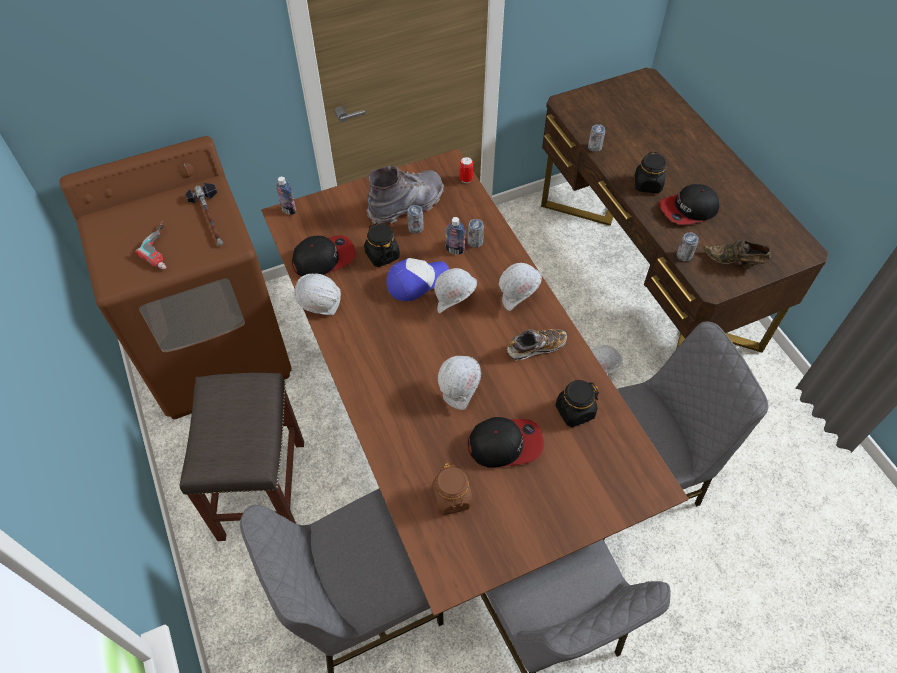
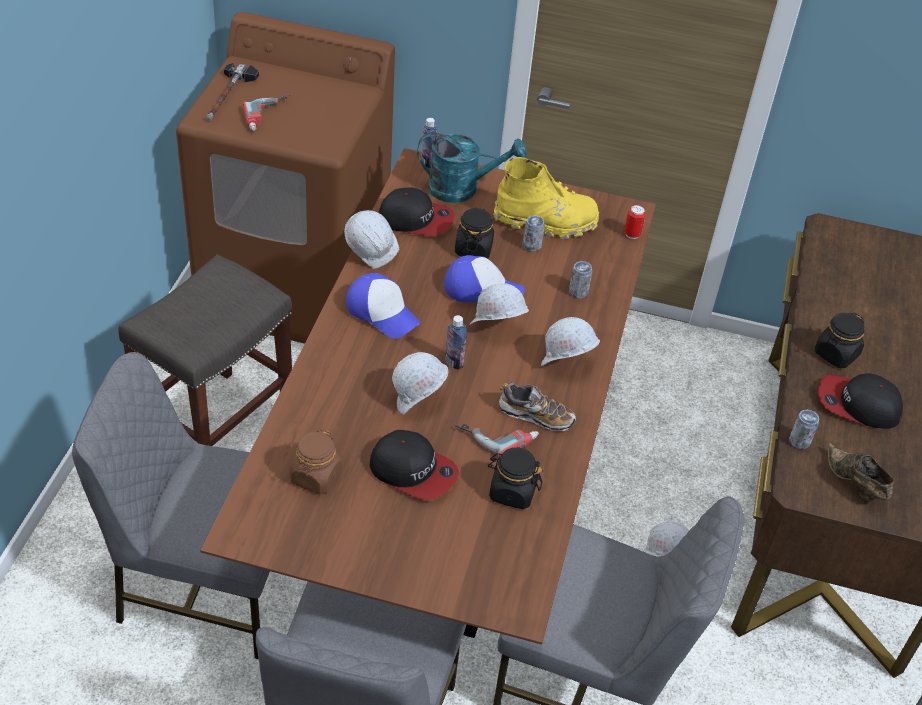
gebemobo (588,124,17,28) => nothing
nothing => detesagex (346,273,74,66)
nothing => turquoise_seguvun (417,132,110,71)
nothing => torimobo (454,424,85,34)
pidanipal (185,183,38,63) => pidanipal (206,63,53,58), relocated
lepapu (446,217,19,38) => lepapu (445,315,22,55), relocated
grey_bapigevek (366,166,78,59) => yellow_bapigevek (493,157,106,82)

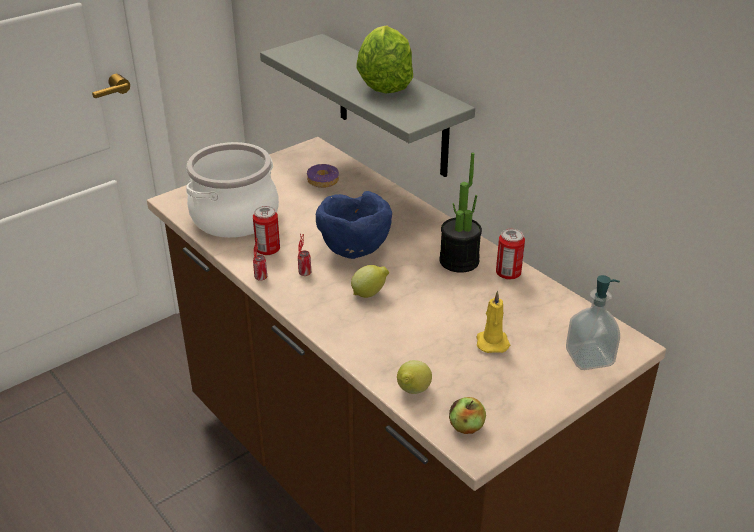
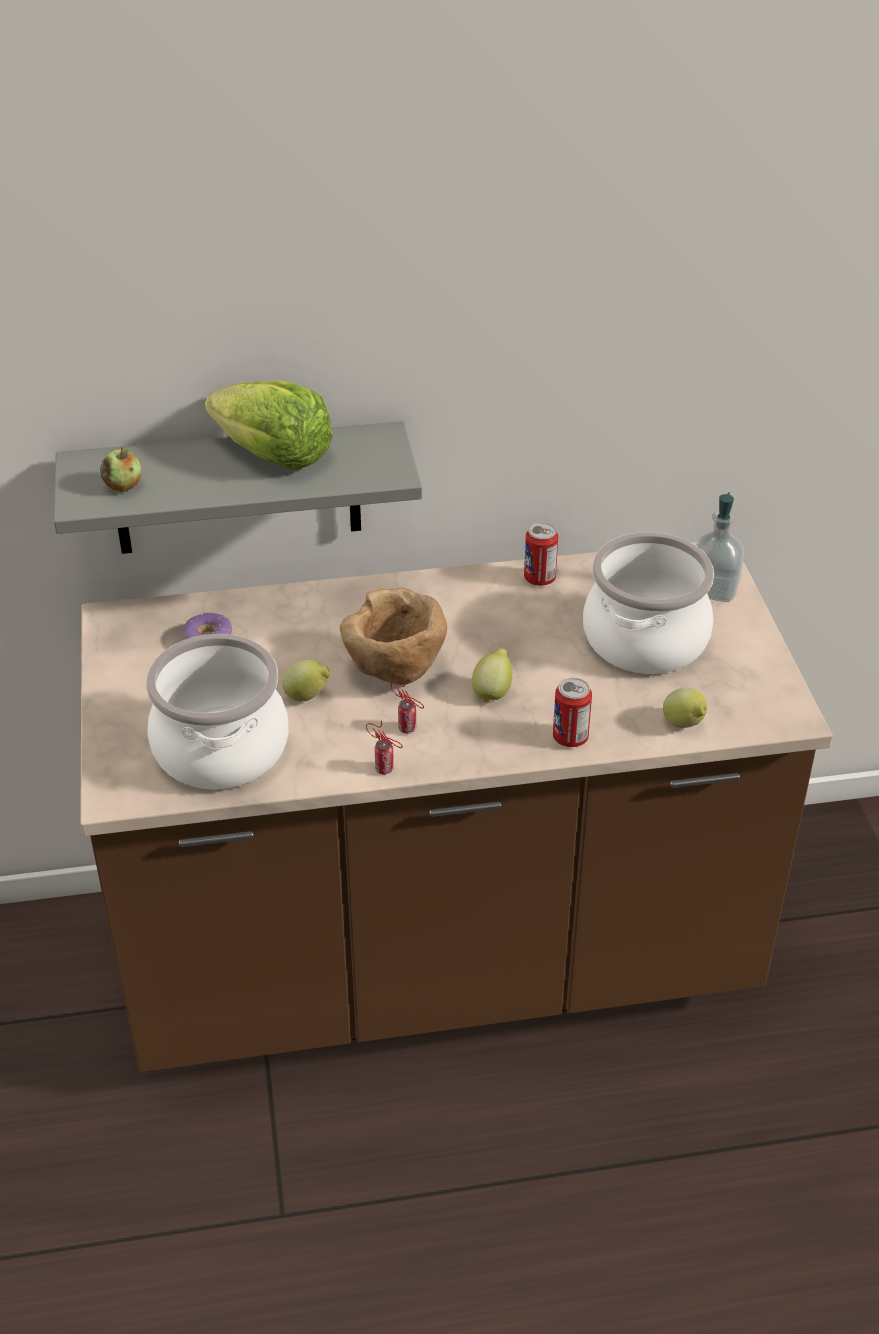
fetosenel (439,152,43,121) => nothing
nothing => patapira (282,659,49,42)
gebemobo (253,206,27,49) => gebemobo (553,678,39,69), relocated
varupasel (449,397,37,37) => varupasel (100,447,41,45), relocated
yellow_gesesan (476,290,34,63) => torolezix (583,532,131,142)
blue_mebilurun (316,191,76,68) => brown_mebilurun (340,588,107,97)

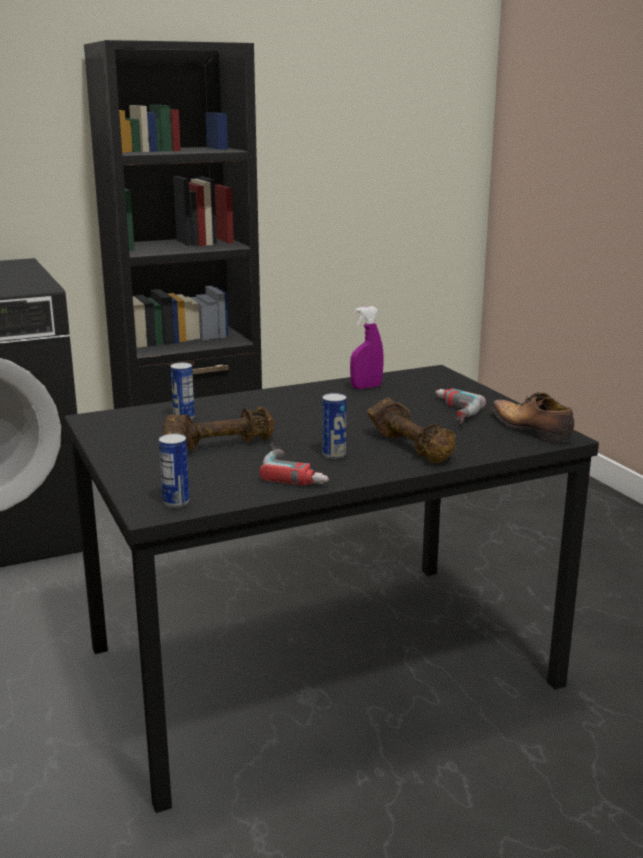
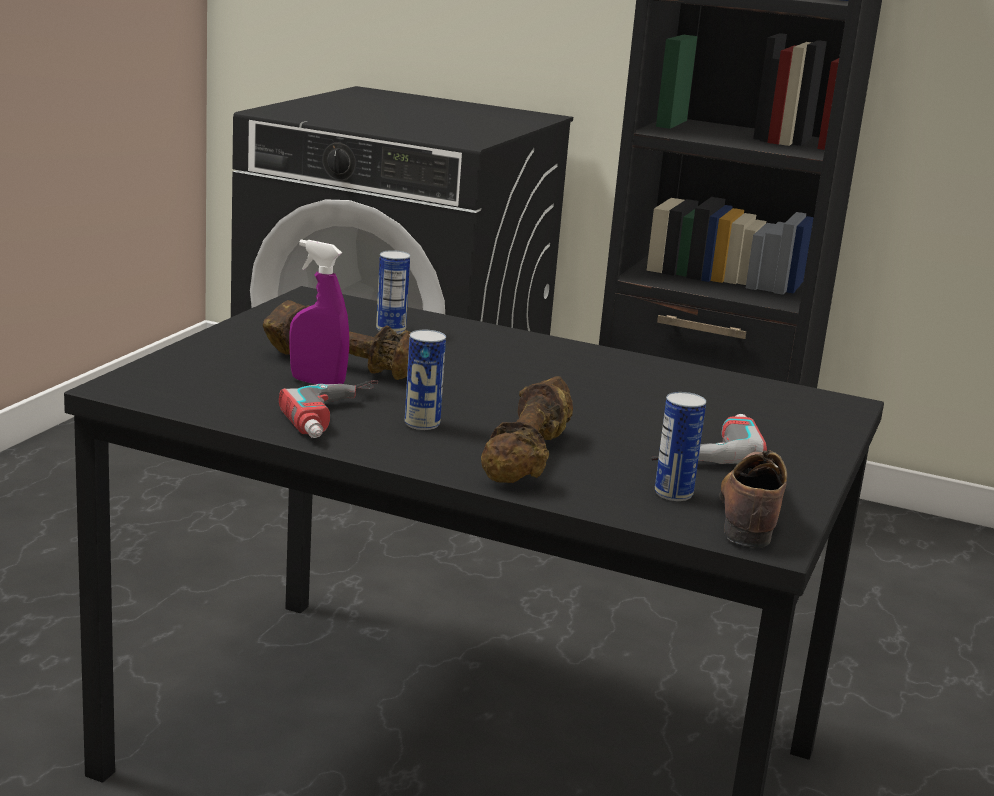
gebemobo (159,433,31,75) => gebemobo (655,392,51,109), relocated
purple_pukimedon (350,306,34,83) => purple_pukimedon (289,239,60,145), relocated

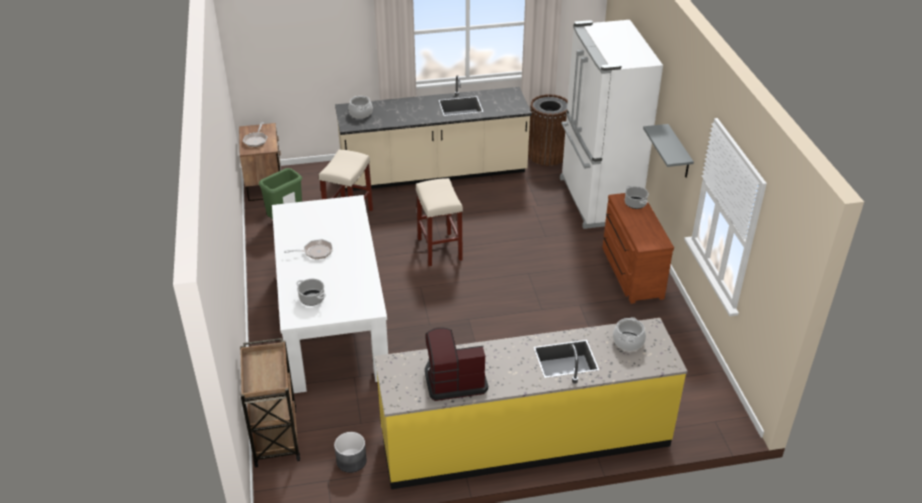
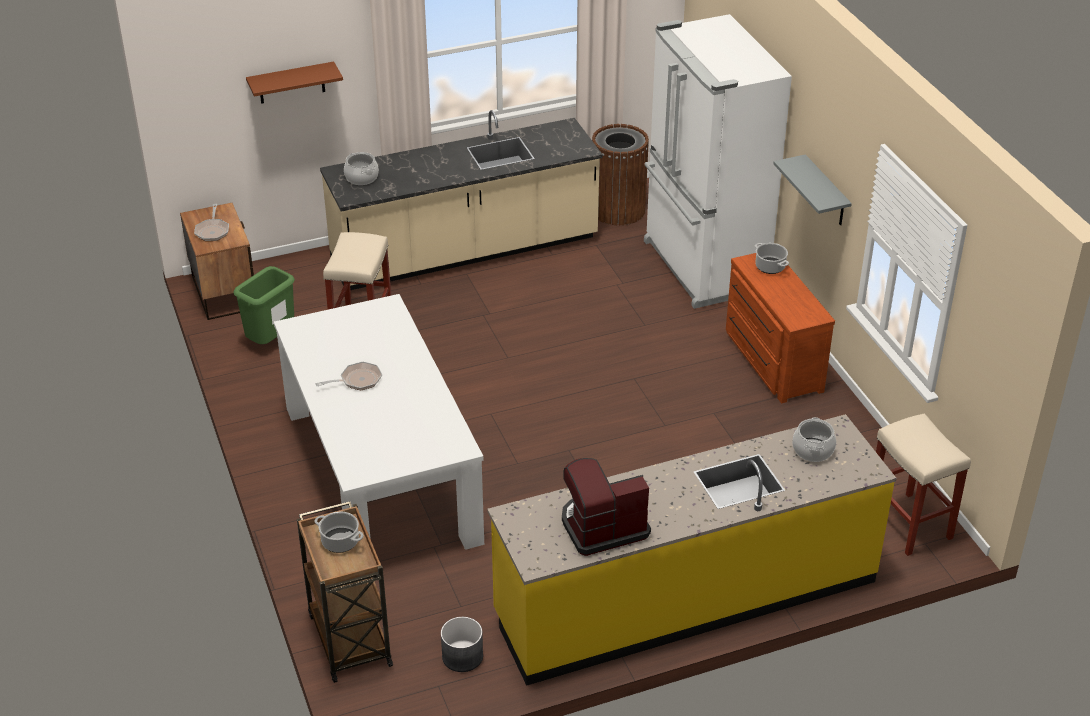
nothing => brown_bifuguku (246,62,97,42)
torolezix (296,279,30,27) => torolezix (314,512,50,41), relocated
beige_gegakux (415,178,48,88) => beige_gegakux (876,413,95,143), relocated

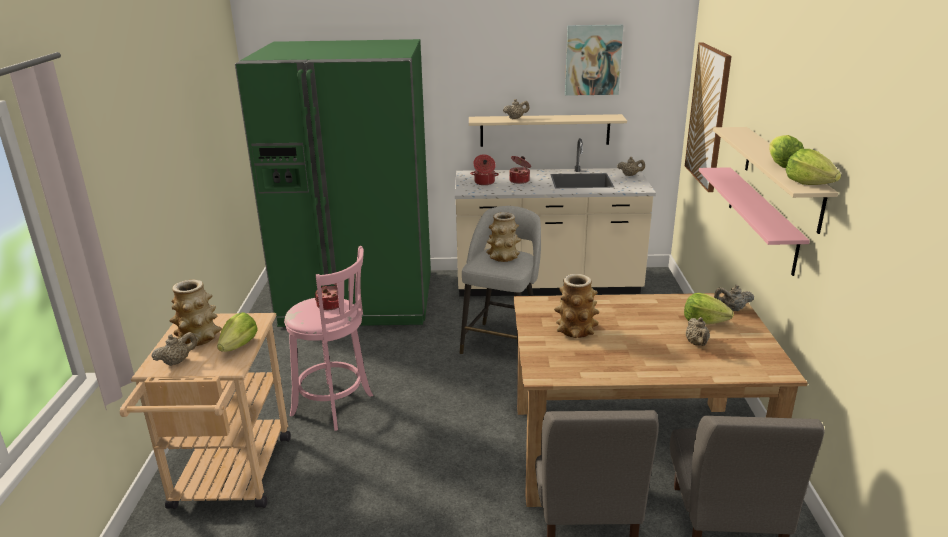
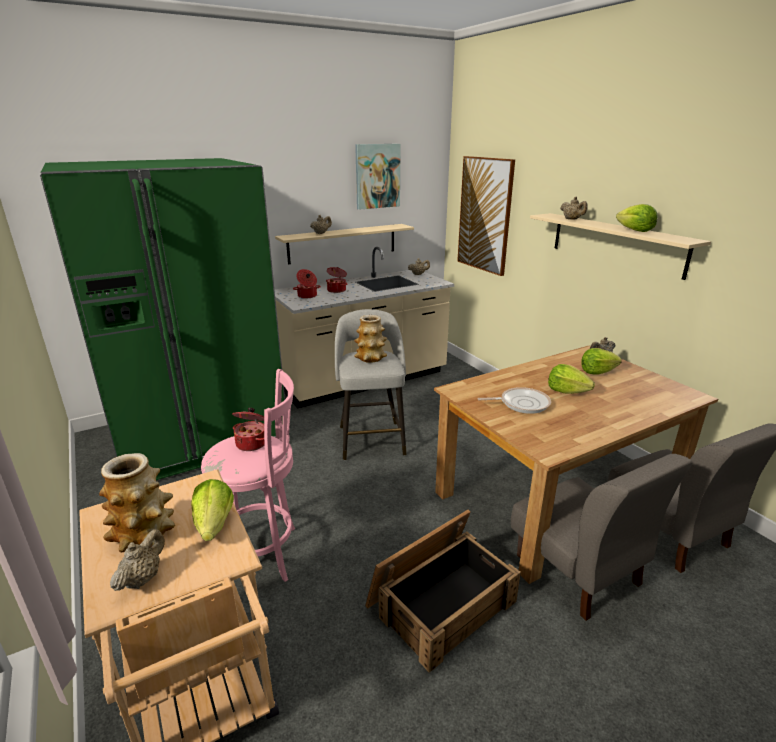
pink_bifuguku (699,167,111,109) => nothing
nothing => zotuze (365,509,156,164)
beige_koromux (686,317,24,29) => beige_koromux (560,197,28,23), relocated
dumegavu (786,149,55,36) => dumegavu (548,364,47,30), relocated
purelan (554,274,45,64) => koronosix (478,387,73,27)

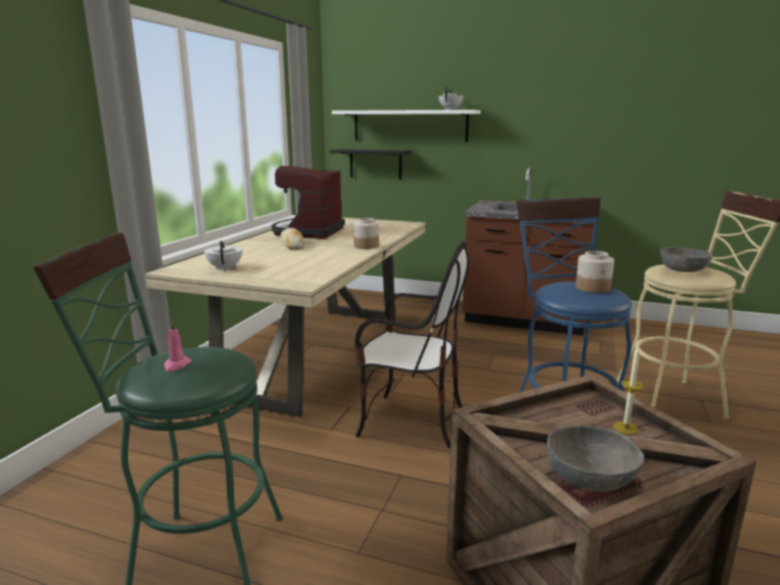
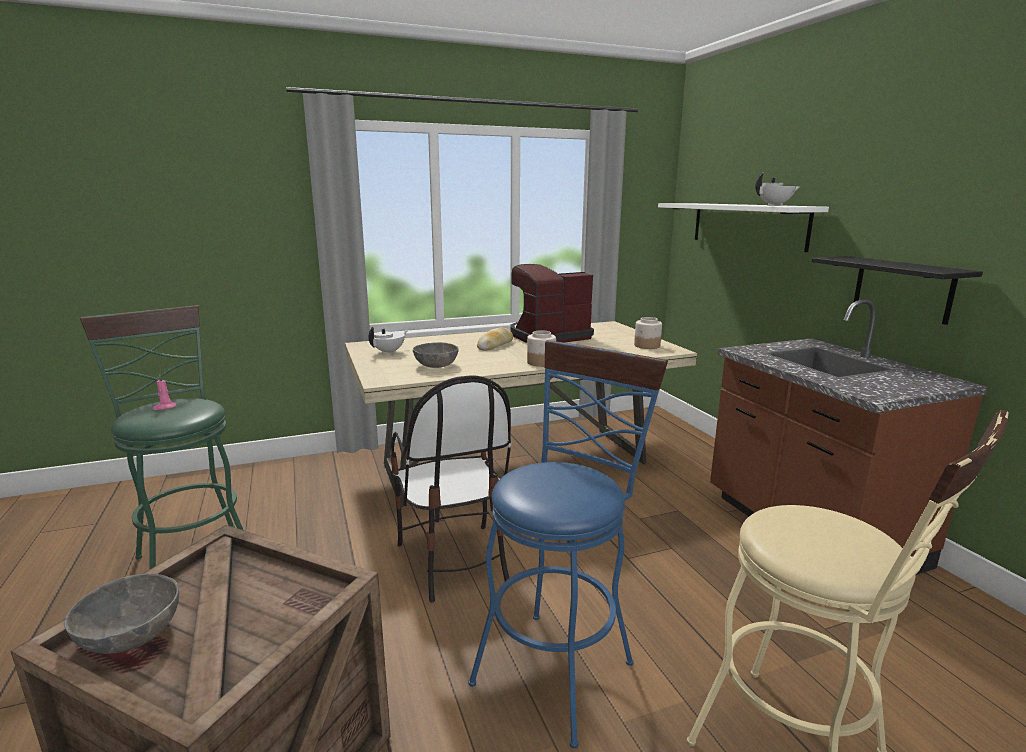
gesesan (613,347,31,88) => nothing
black_bifuguku (329,149,83,31) => black_bifuguku (812,256,171,69), relocated
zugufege (576,251,38,42) => zugufege (634,317,28,32), relocated
grey_mebilurun (660,247,53,25) => grey_mebilurun (413,342,46,26), relocated

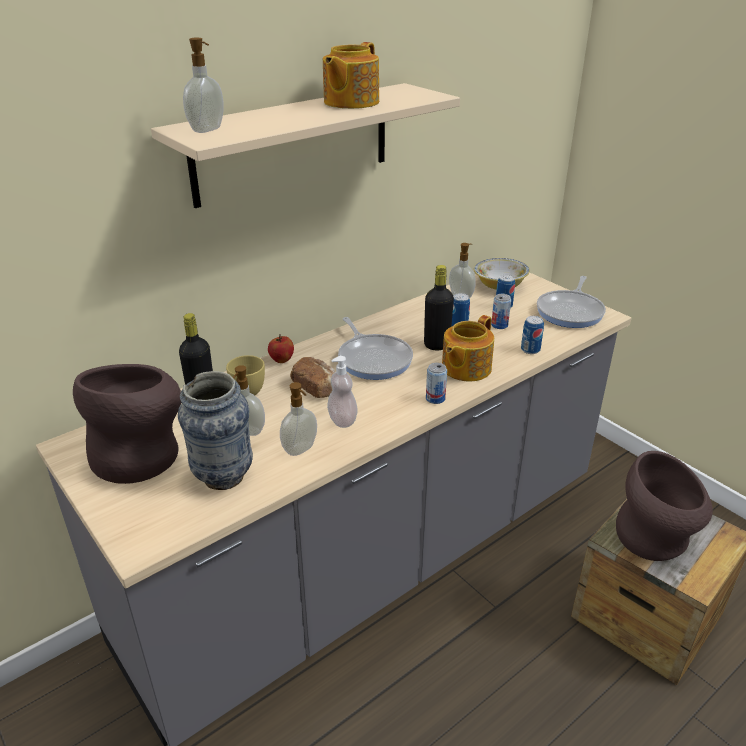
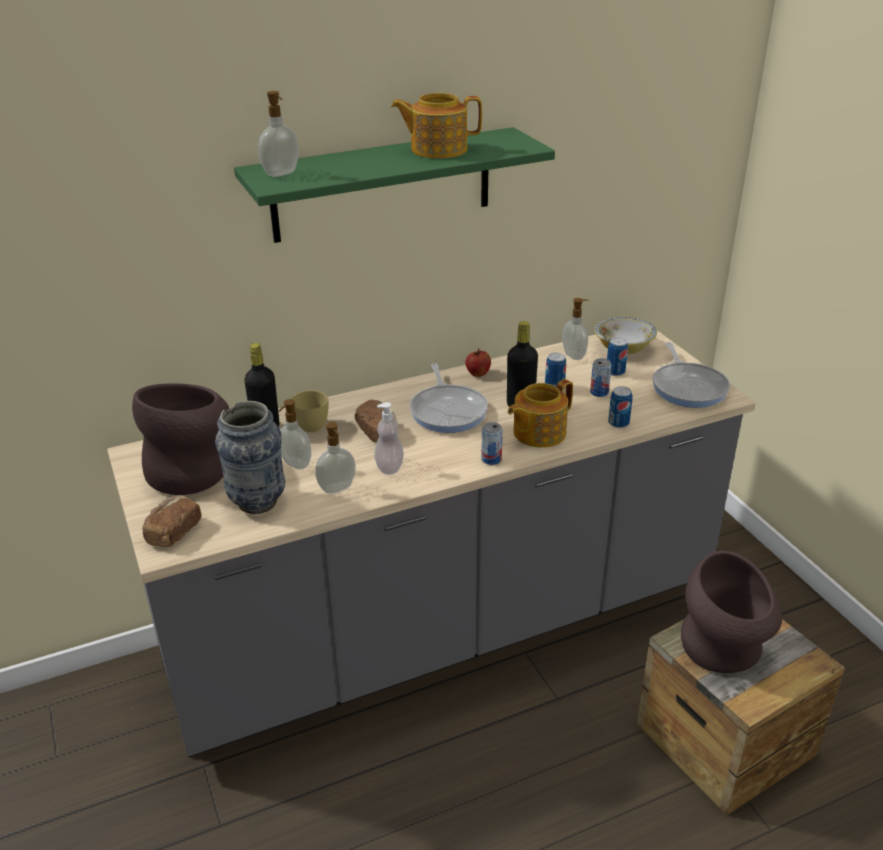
nothing => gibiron (142,496,60,51)
varupasel (268,334,26,29) => varupasel (465,348,26,29), relocated
beige_bifuguku (151,83,309,125) => green_bifuguku (234,127,321,116)
koromux (323,42,56,67) => koromux (391,93,91,65), 45 degrees clockwise
koronosix (537,276,69,52) => koronosix (653,342,77,66), 45 degrees counterclockwise

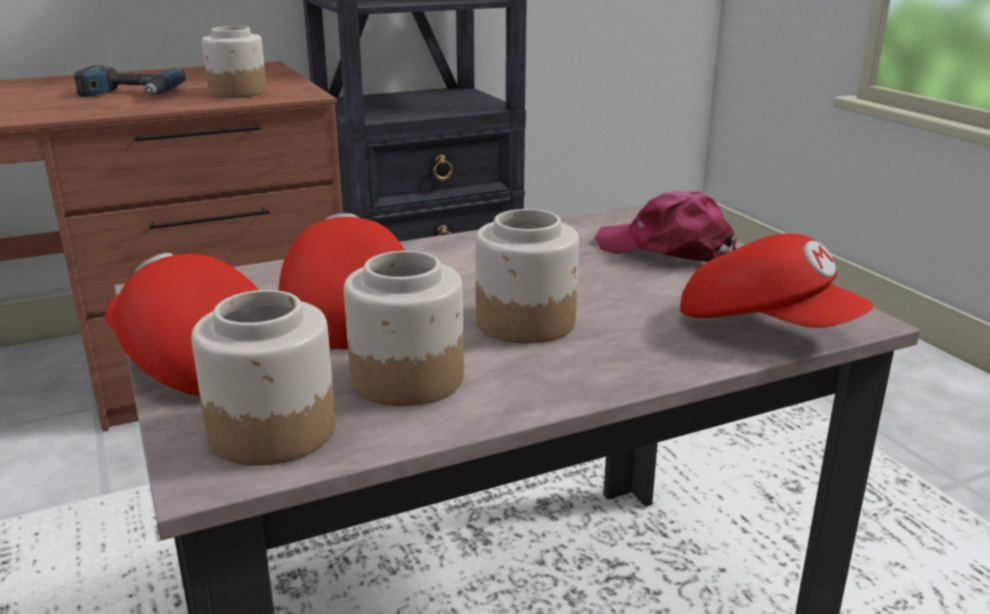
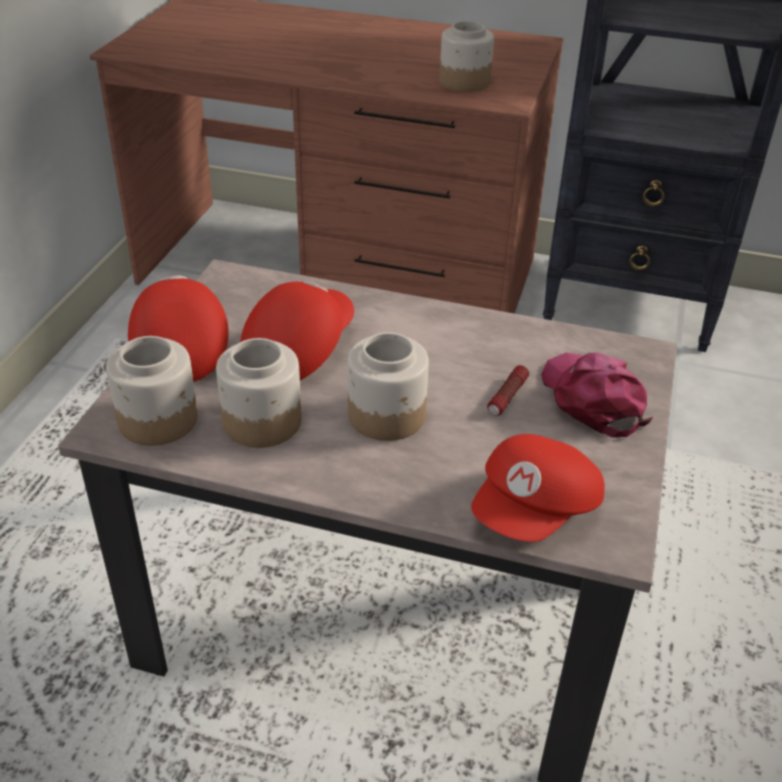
torimobo (73,65,113,32) => nothing
nothing => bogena (487,365,42,51)
red_detesagex (680,233,194,95) => red_detesagex (471,434,134,108), 45 degrees clockwise

